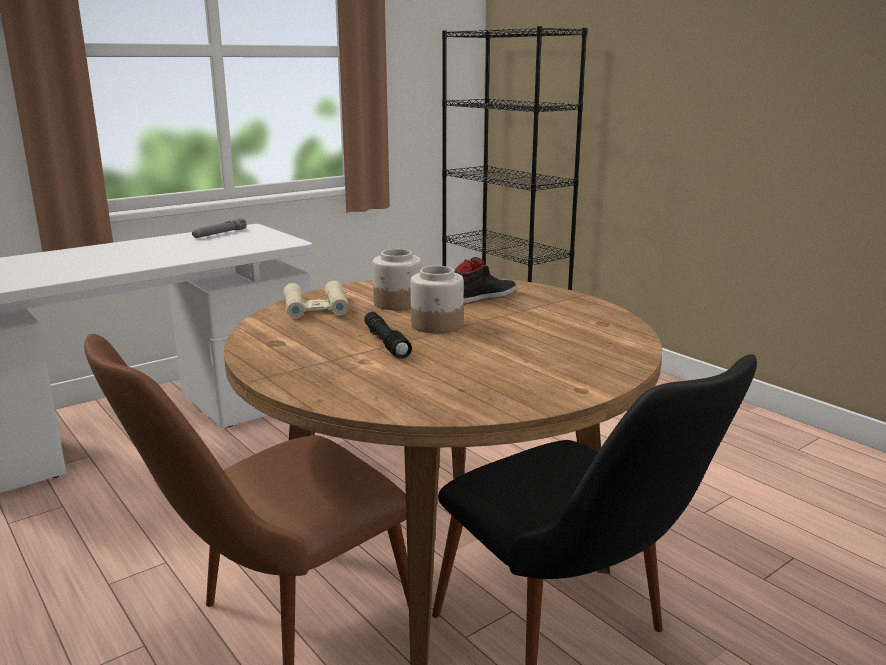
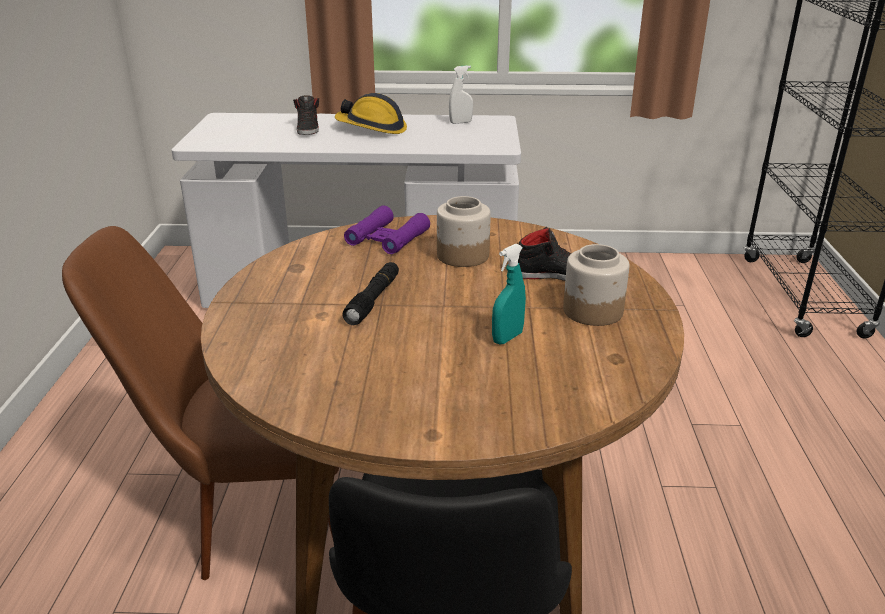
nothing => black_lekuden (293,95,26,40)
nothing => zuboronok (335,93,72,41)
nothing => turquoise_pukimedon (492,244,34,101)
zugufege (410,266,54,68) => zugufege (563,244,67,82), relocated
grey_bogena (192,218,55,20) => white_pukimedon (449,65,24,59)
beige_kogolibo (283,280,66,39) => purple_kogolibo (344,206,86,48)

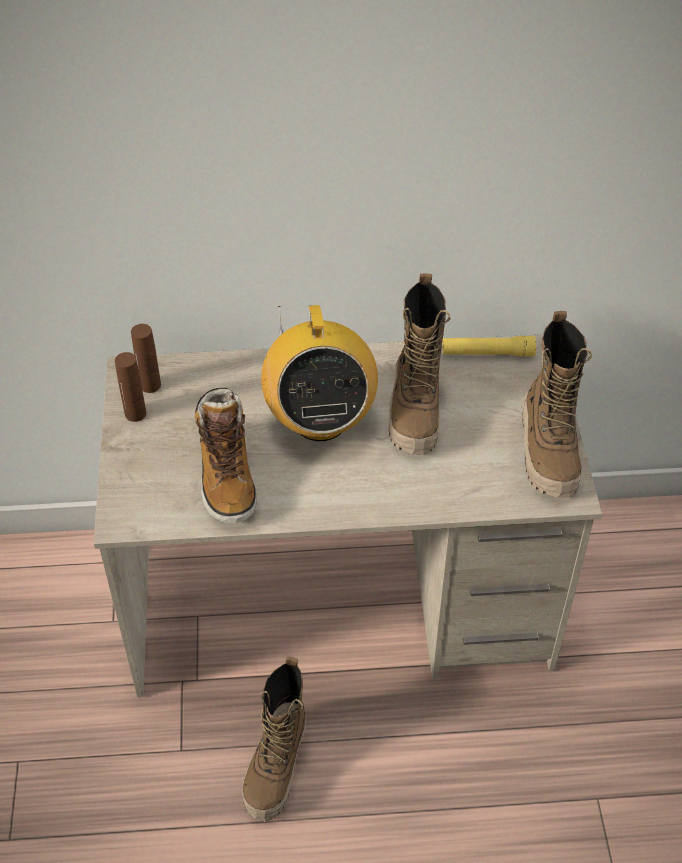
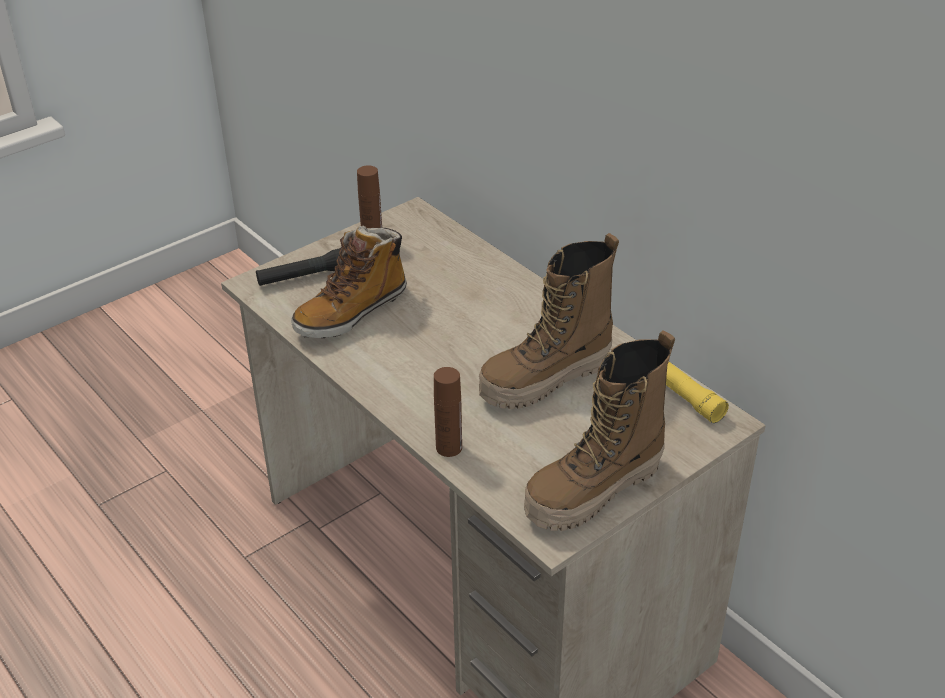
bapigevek (242,657,64,164) => nothing
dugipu (261,305,117,136) => nothing
nothing => black_bogena (256,248,84,38)
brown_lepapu (131,324,30,69) => brown_lepapu (434,367,28,90), relocated

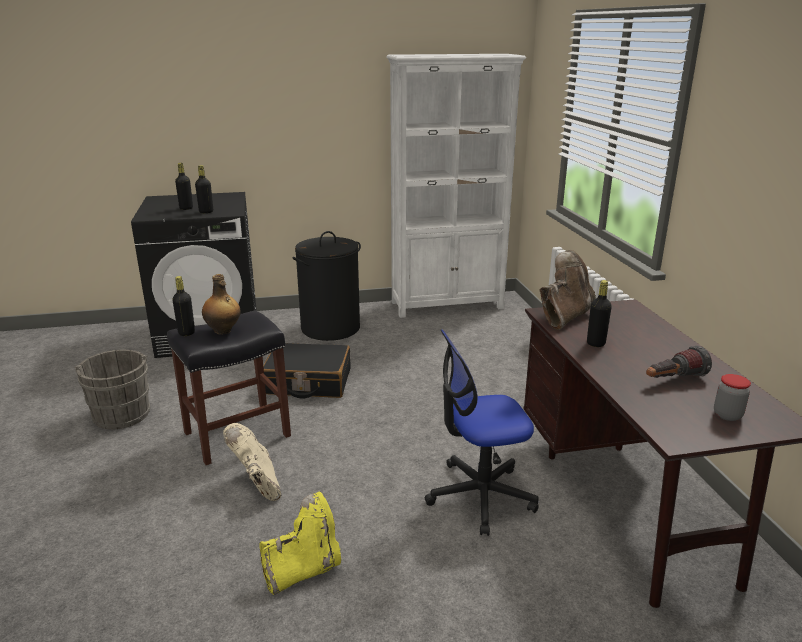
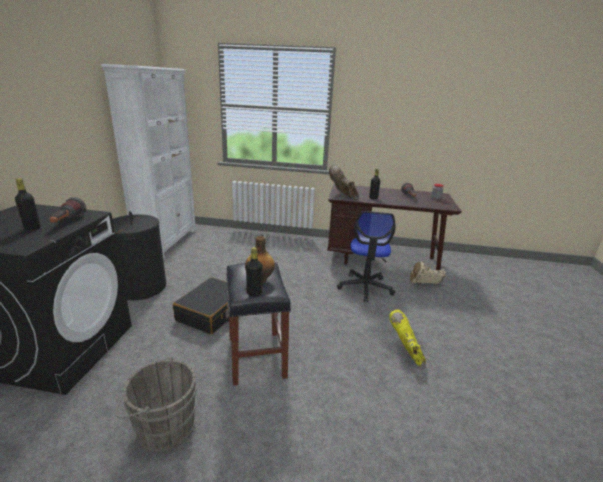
beige_bapigevek (223,423,58,78) => beige_bapigevek (410,262,36,22), relocated
black_lepapu (195,165,18,48) => bogena (50,197,36,26)

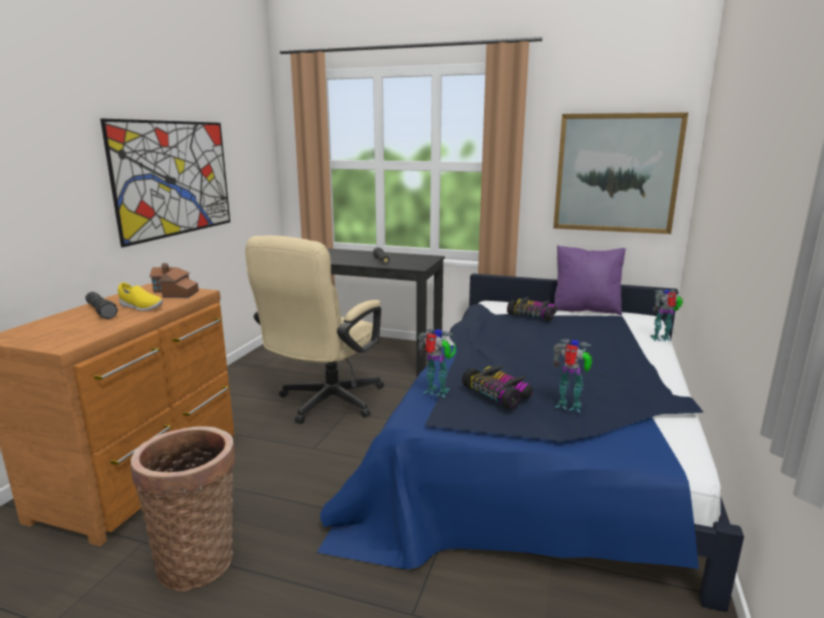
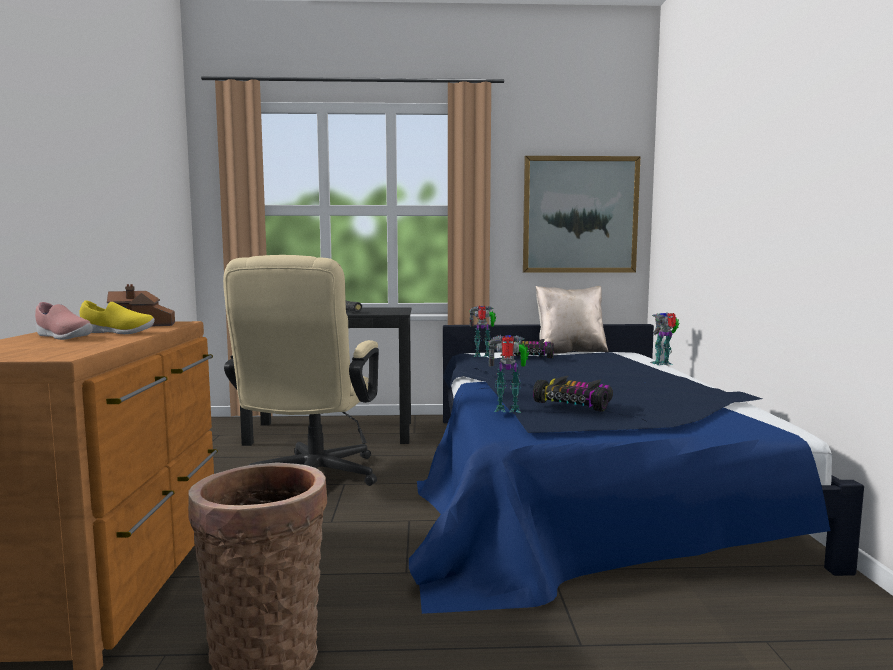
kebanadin (100,118,130,129) => nothing
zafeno (553,339,40,74) => zafeno (469,306,27,51), relocated
black_bogena (85,292,33,27) => pink_lekuden (35,302,58,38)
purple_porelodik (554,245,72,71) => beige_porelodik (536,286,72,68)

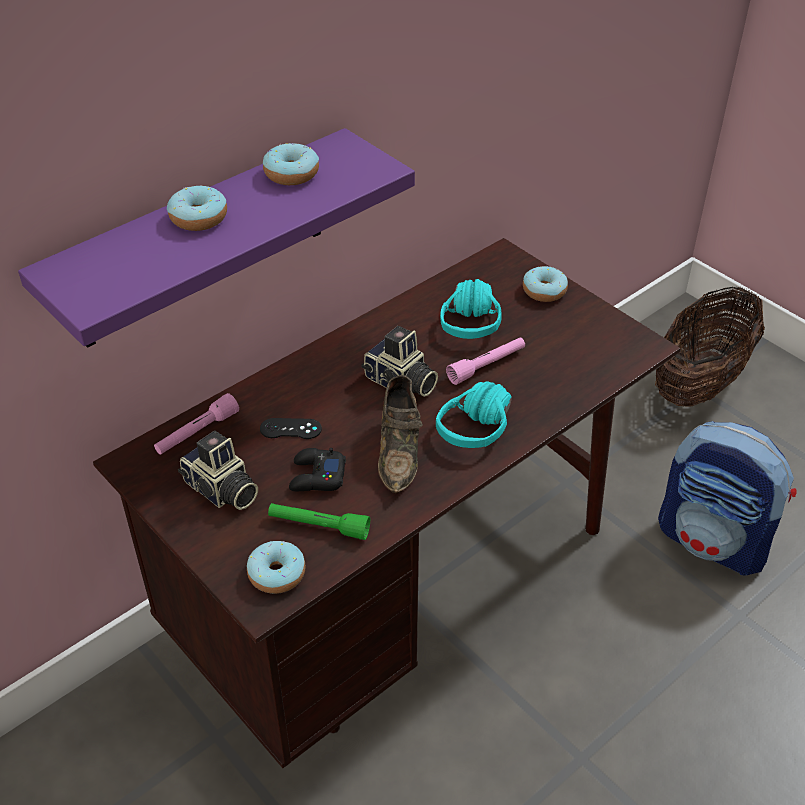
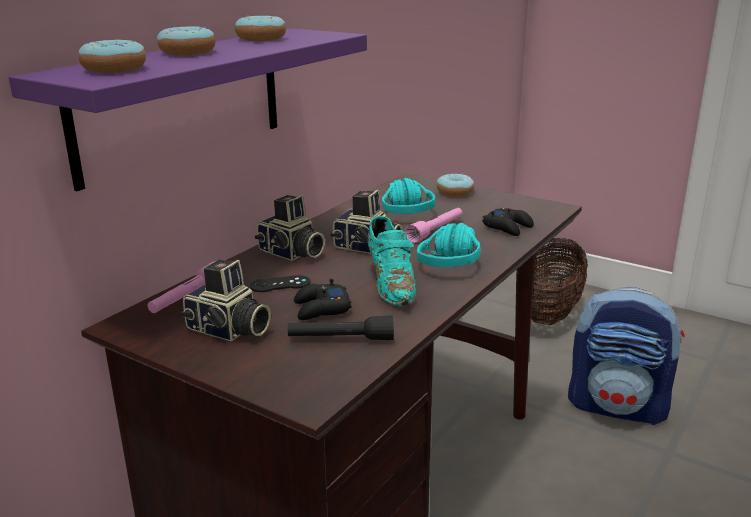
nothing => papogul (255,195,70,66)
nothing => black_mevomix (482,208,52,28)
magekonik (247,541,59,53) => magekonik (78,39,68,34), relocated
green_bogena (268,503,102,37) => black_bogena (288,315,106,25)
brown_lekuden (378,375,45,118) => turquoise_lekuden (367,216,49,90)

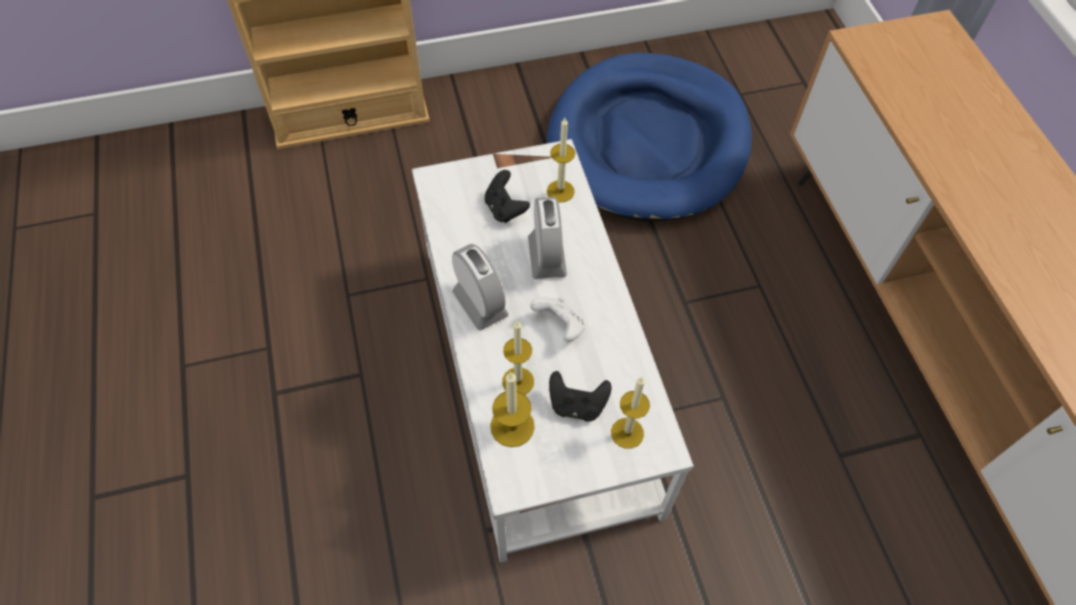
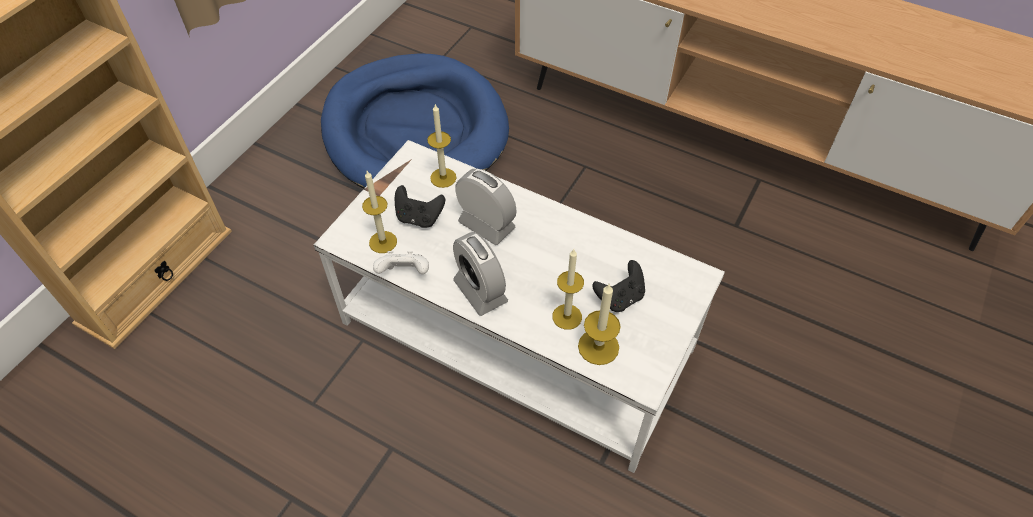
white_mevomix (530,297,55,45) => white_mevomix (373,251,56,23), relocated
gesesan (611,377,39,72) => gesesan (362,171,35,82), relocated
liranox (452,244,57,87) => liranox (453,232,55,84), 135 degrees counterclockwise

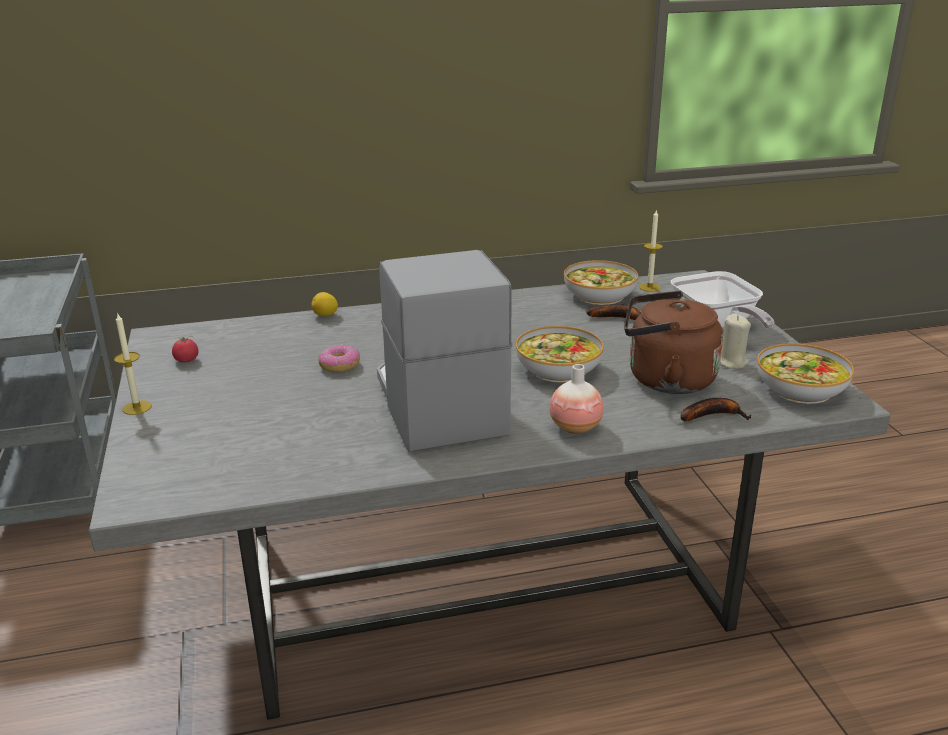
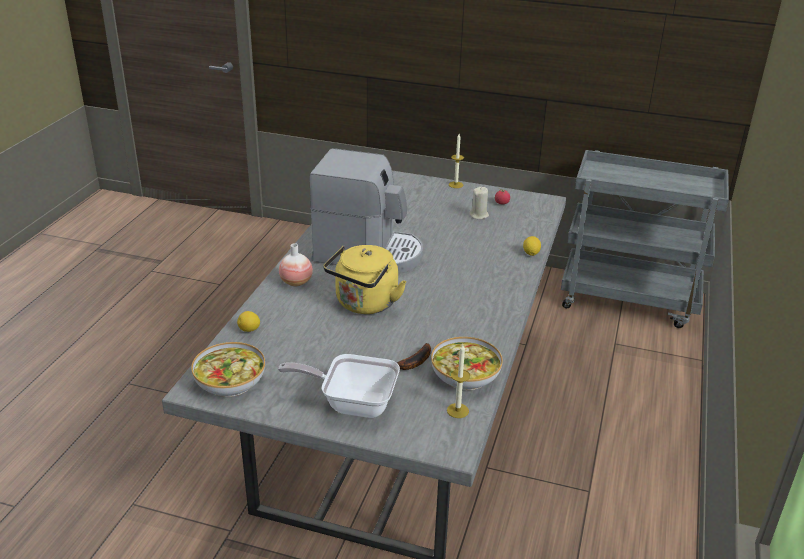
magekonik (318,345,42,27) => nothing
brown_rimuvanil (624,291,99,103) => nothing
beige_gesesan (720,314,31,55) => beige_gesesan (469,187,20,32), relocated
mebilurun (516,326,88,56) => yellow_rimuvanil (323,245,83,69)
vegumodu (680,398,72,24) => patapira (237,311,23,21)

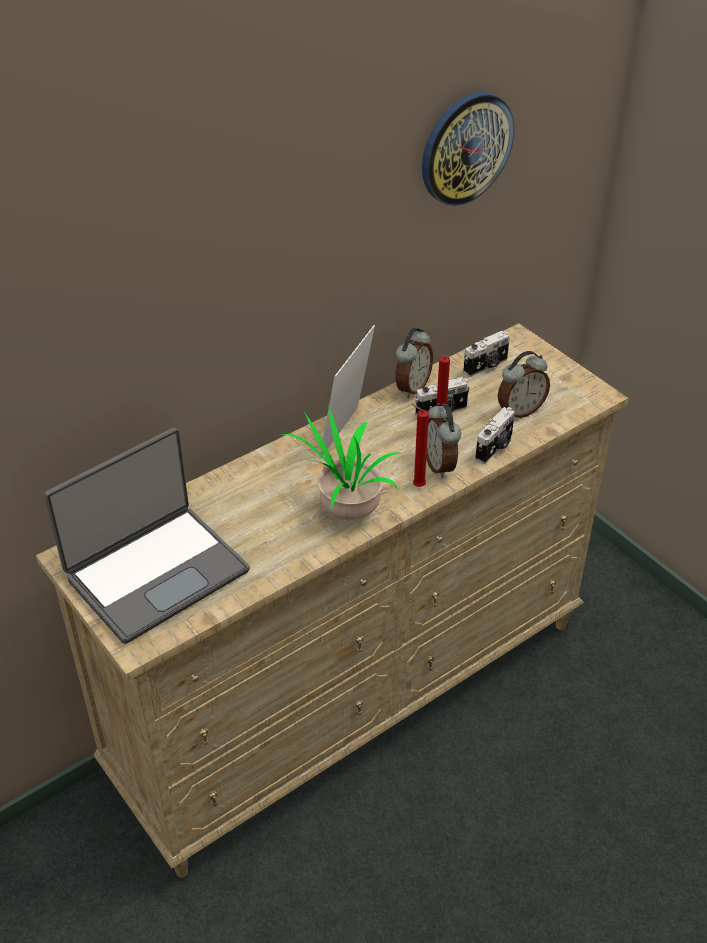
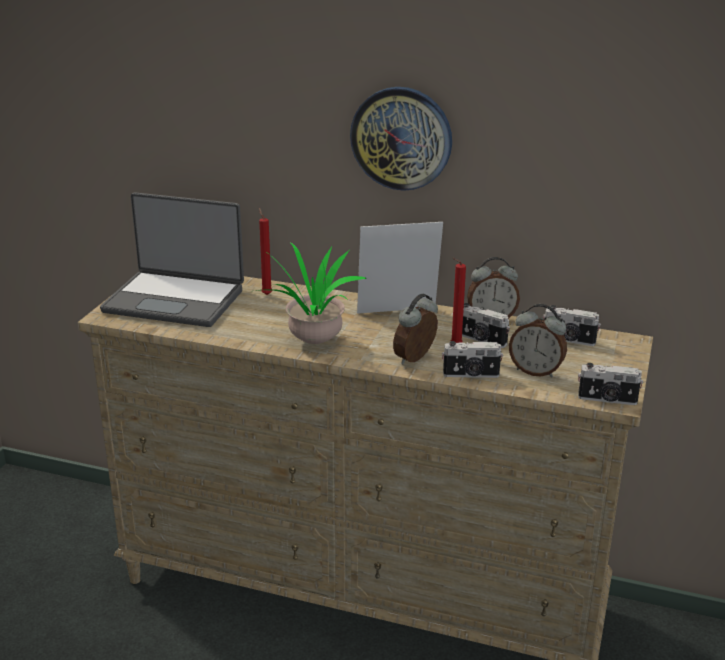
nothing => papogul (578,363,65,42)
red_gesesan (412,404,17,83) => red_gesesan (259,208,13,87), relocated
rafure (422,92,92,114) => rafure (350,87,102,104), relocated

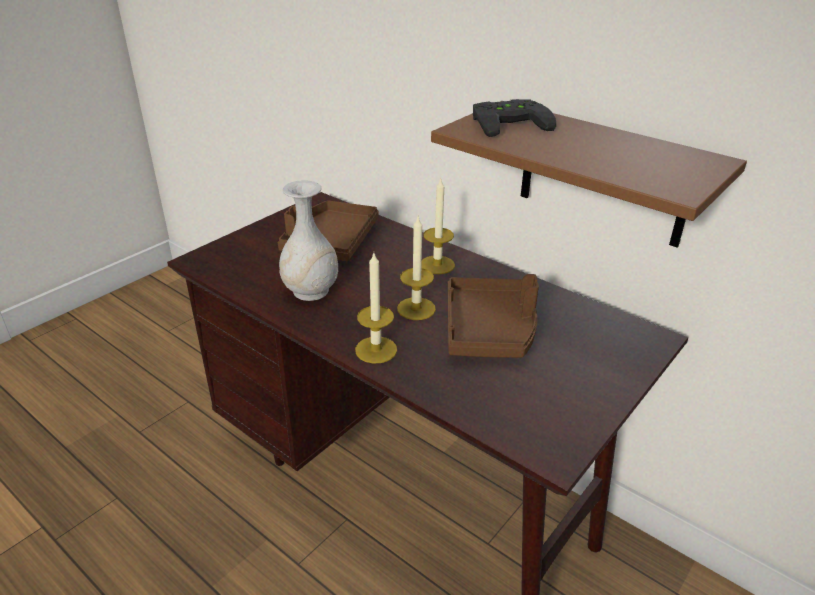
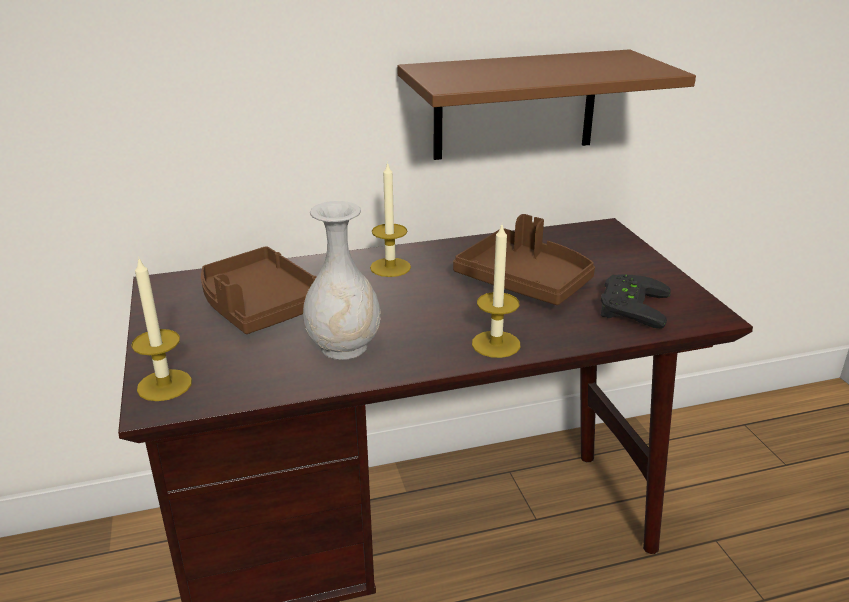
gesesan (397,217,39,103) => gesesan (131,256,61,145), relocated
black_mevomix (473,99,83,38) => black_mevomix (601,274,70,54), relocated

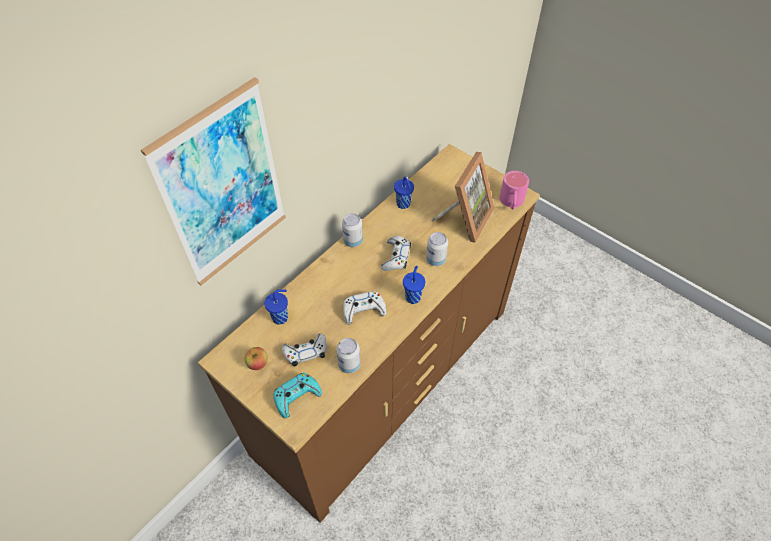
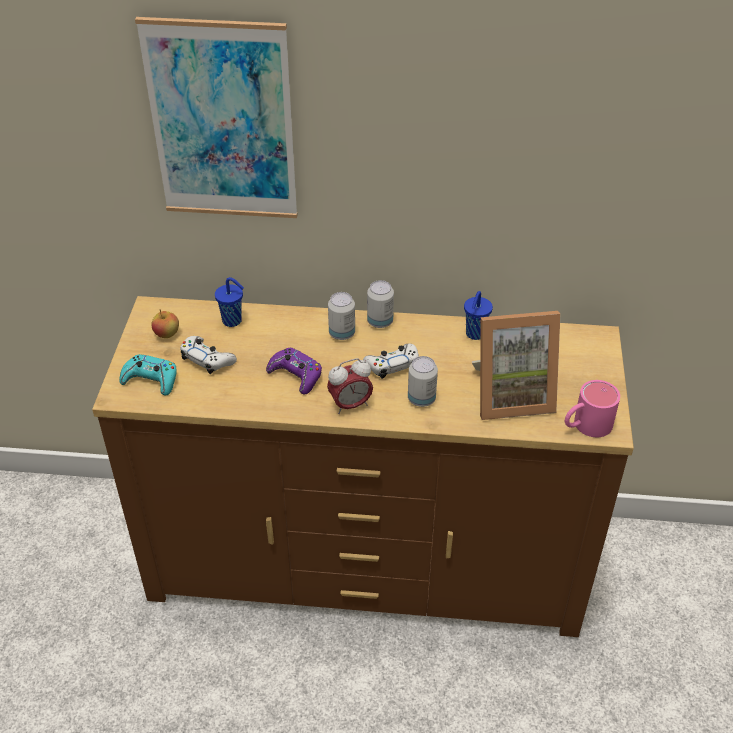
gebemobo (336,338,25,35) => gebemobo (328,292,27,48), relocated
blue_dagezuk (403,266,22,38) => liranox (327,358,46,56)
white_mevomix (343,291,43,33) => purple_mevomix (266,348,56,46)

